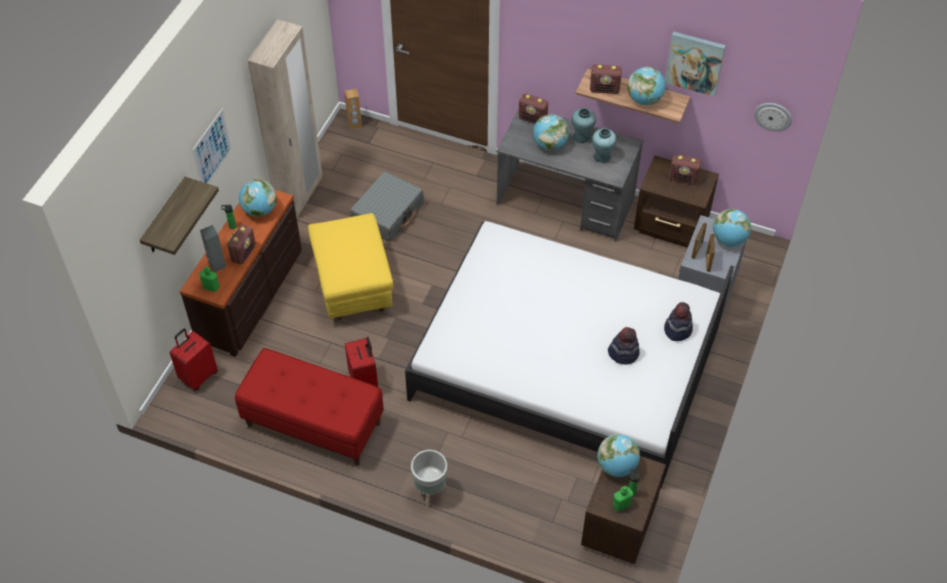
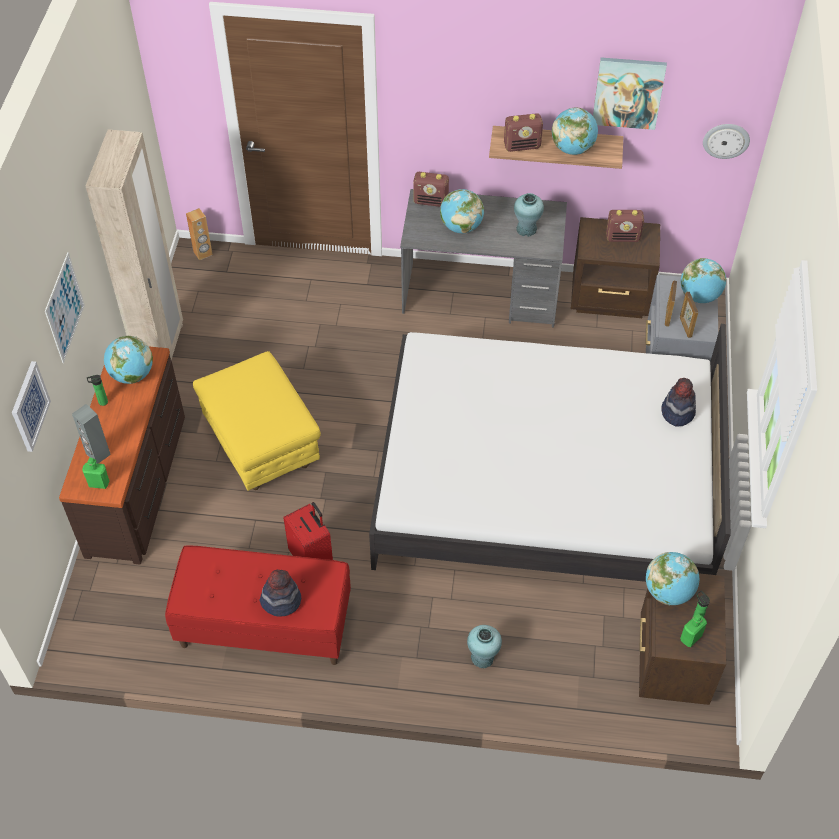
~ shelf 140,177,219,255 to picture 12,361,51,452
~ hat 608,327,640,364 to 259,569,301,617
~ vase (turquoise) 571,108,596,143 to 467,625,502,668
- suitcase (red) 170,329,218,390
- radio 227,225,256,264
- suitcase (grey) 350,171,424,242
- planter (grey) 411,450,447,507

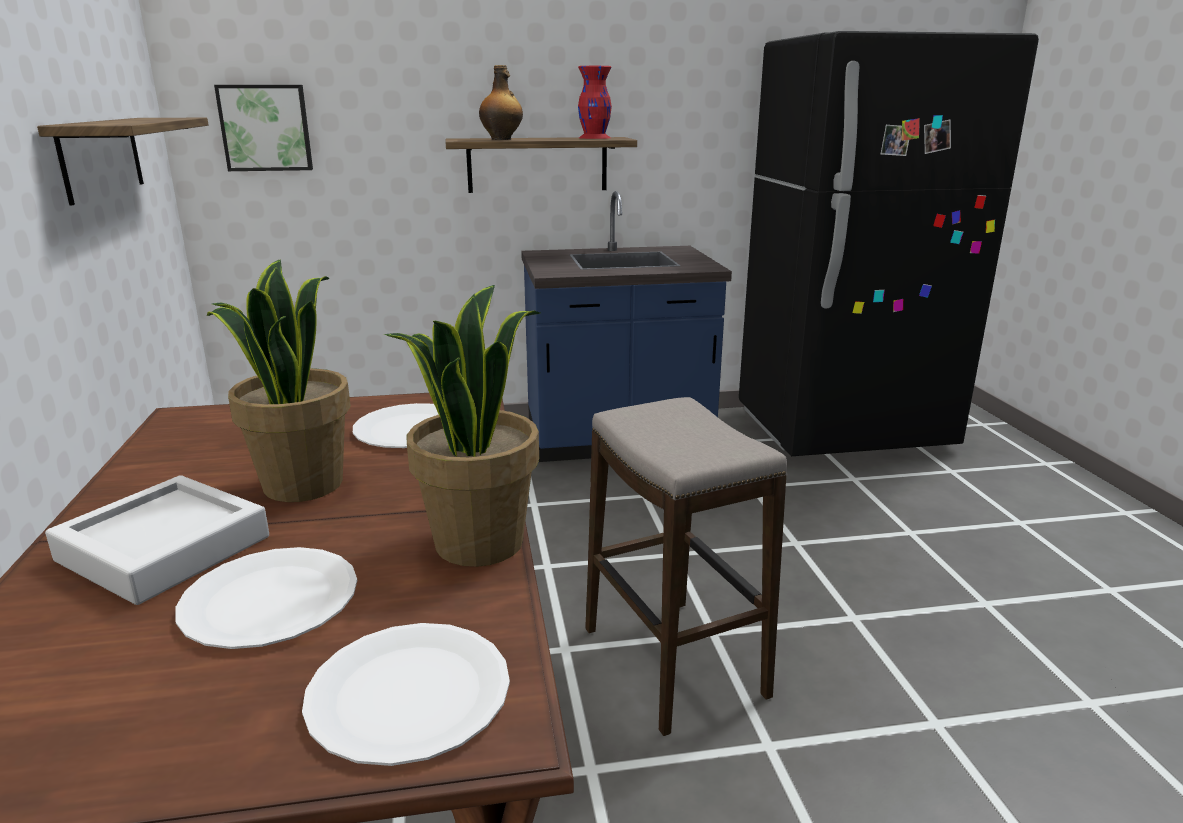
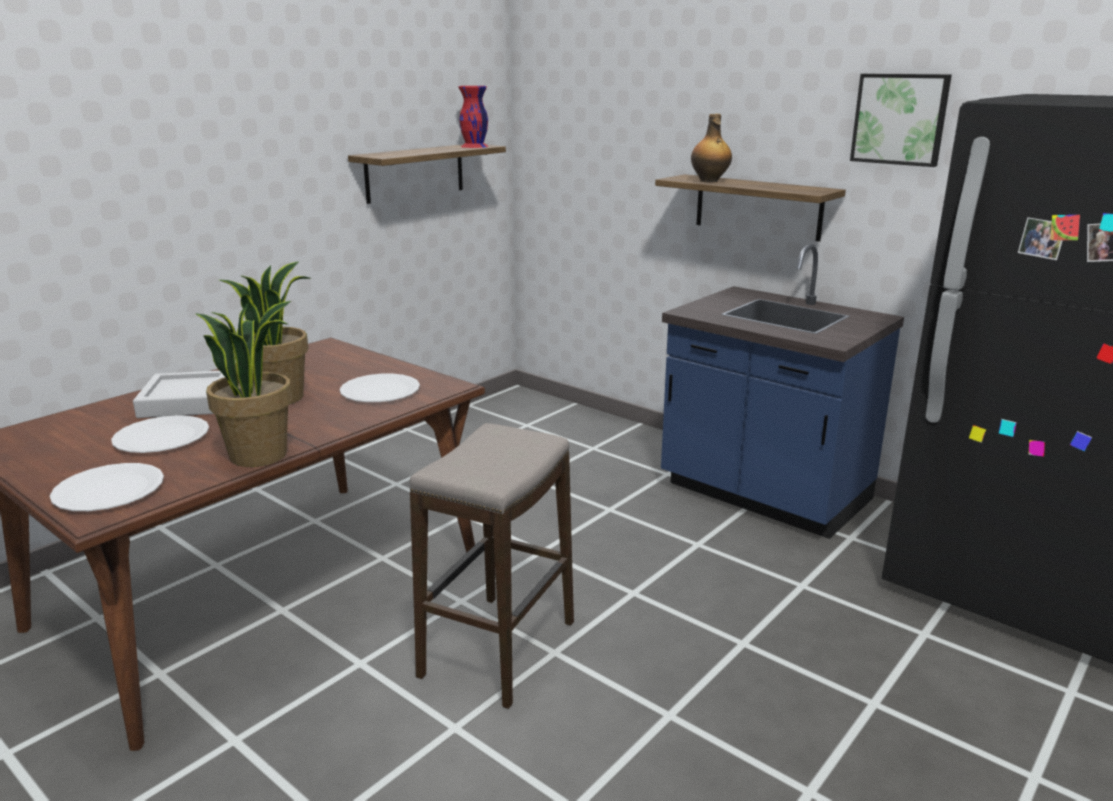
~ vase (red) 578,66,612,139 to 459,86,489,148
~ picture 214,85,313,171 to 850,74,952,167

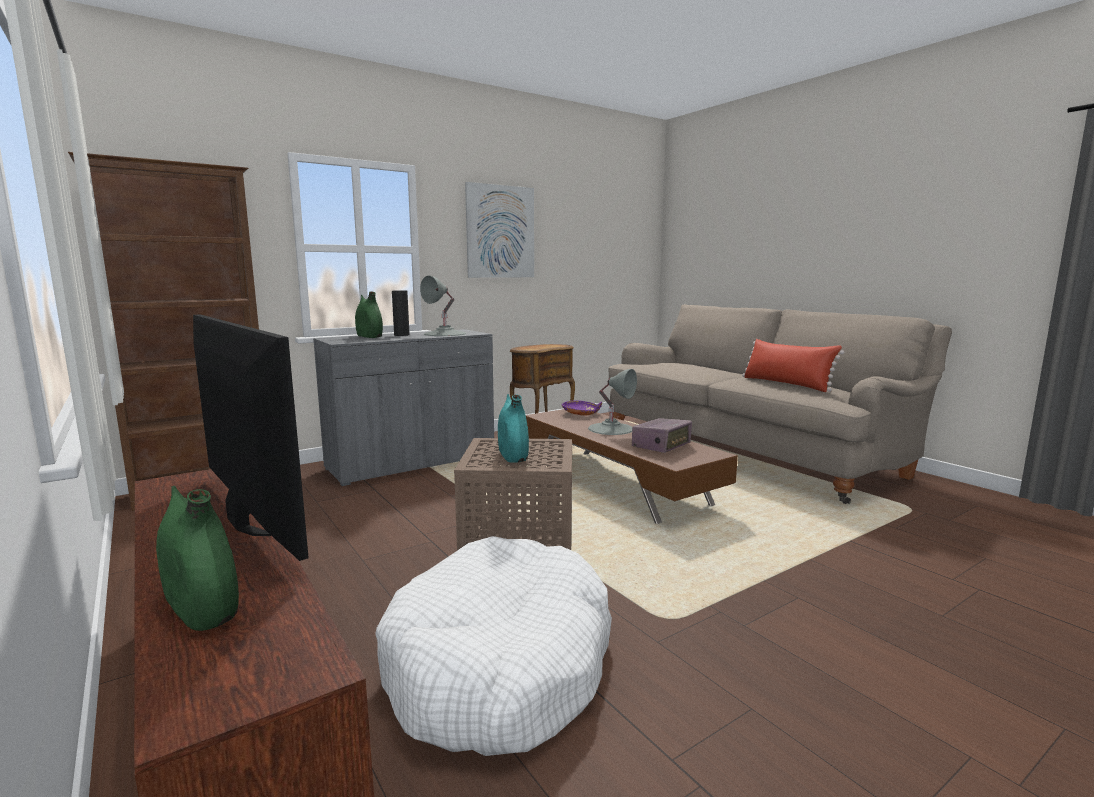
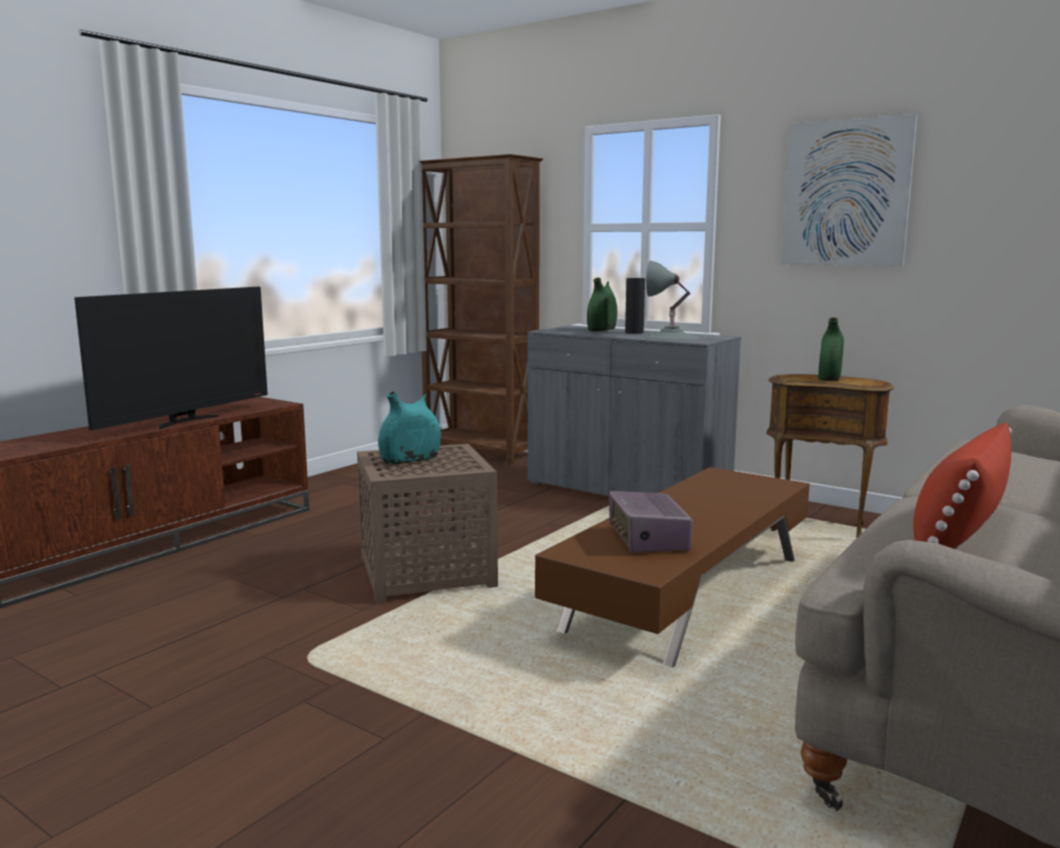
~ radio 632,418,692,453 = 609,491,693,552 60 degrees clockwise
~ vase (green) 156,486,239,631 to 818,317,844,381
- dog bed (white) 375,536,612,756
- bowl (purple) 561,400,602,416
- table lamp (grey) 588,369,637,435

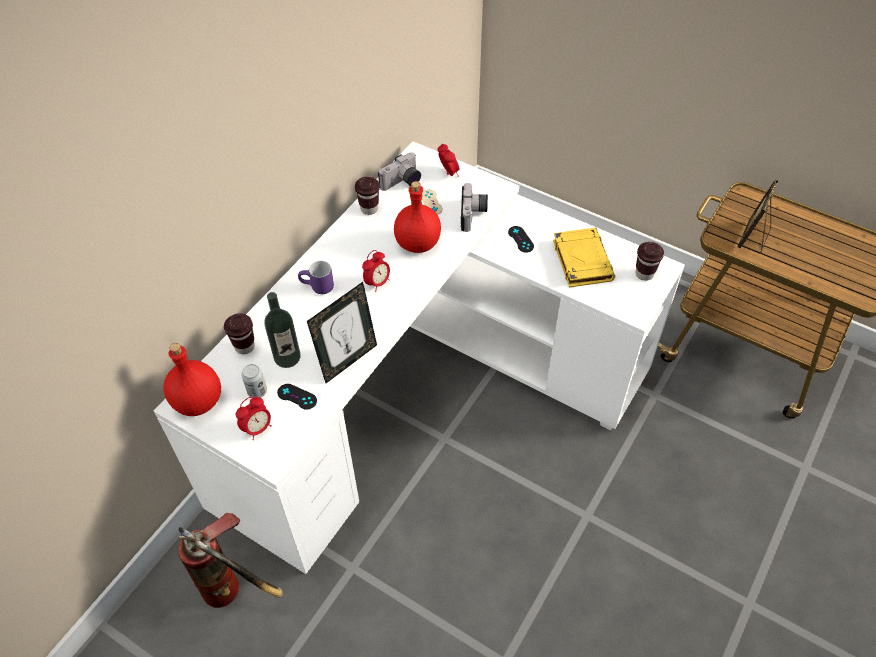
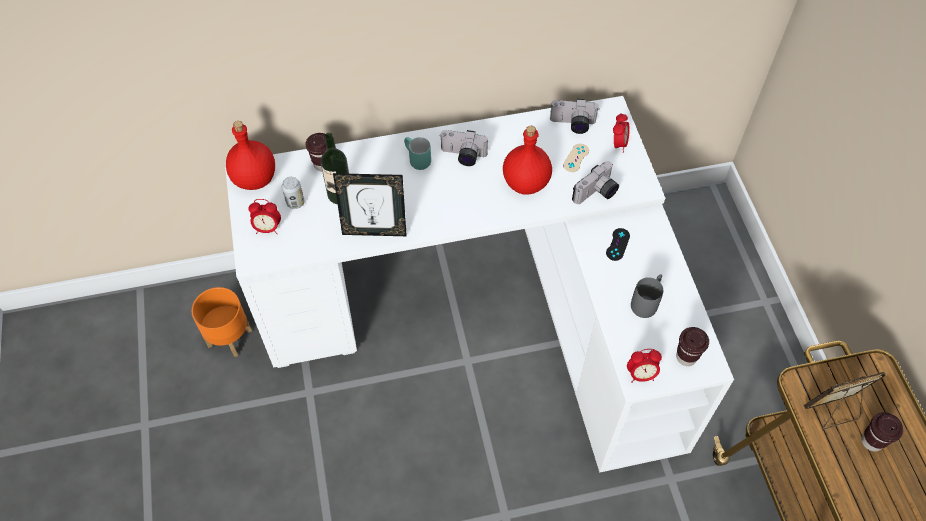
~ fire extinguisher 178,513,283,608 to planter (orange) 192,287,252,357
~ mug (purple) 298,261,334,294 to mug (turquoise) 404,137,431,170
+ photo camera 440,130,489,166
~ alarm clock 362,250,390,292 to 627,349,662,383
~ book (yellow) 553,228,615,287 to mug (grey) 631,274,663,318
~ cup (brown) 355,177,380,215 to 861,412,903,451
- game controller (black) 277,384,317,410

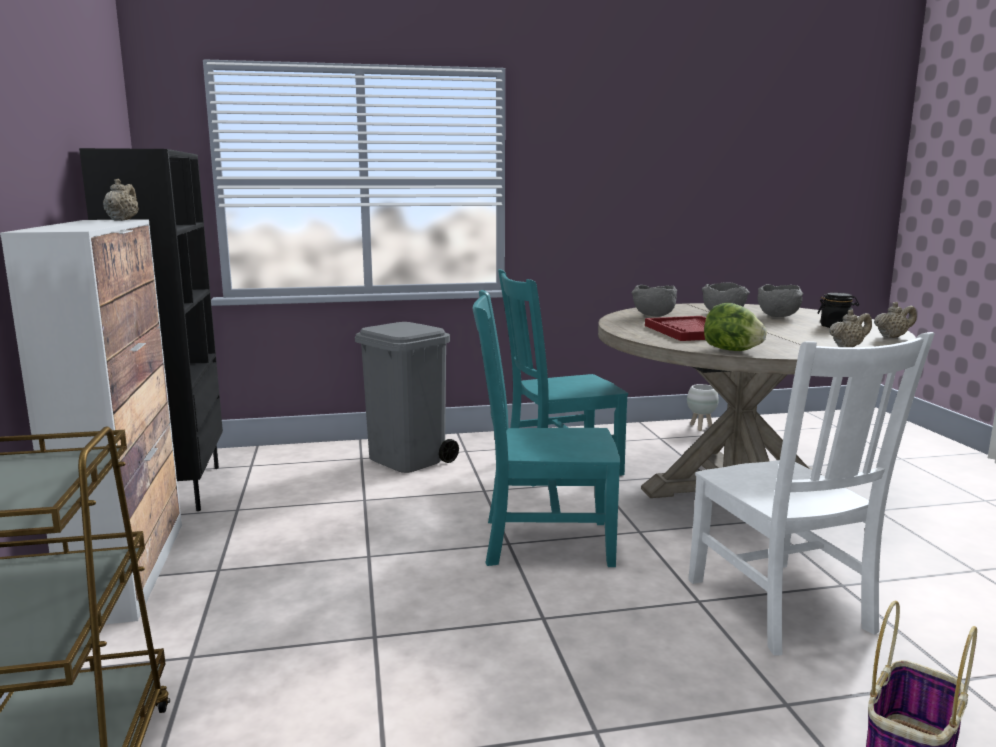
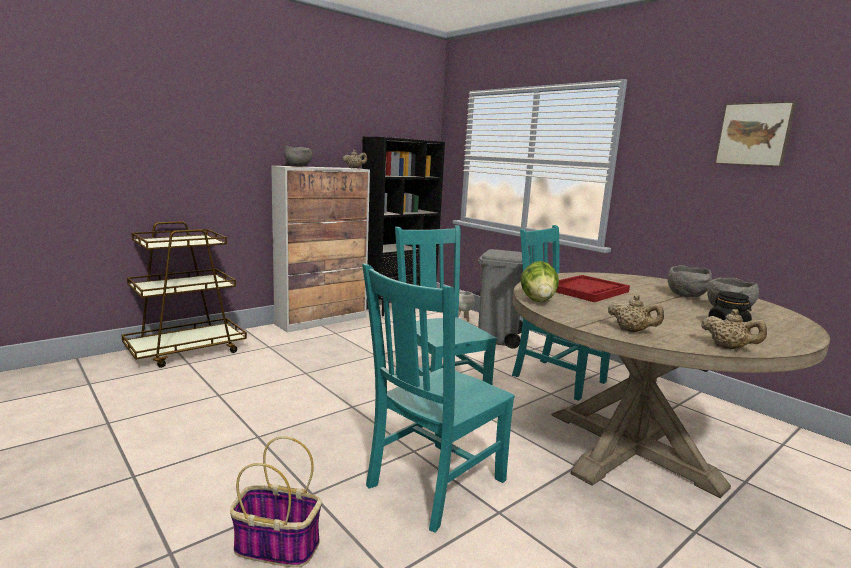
~ bowl (grey) 631,285,677,317 to 284,146,312,167
~ chair (white) 688,332,935,655 to chair (turquoise) 362,264,515,533
~ planter (white) 687,384,719,431 to 458,291,475,322
+ picture 714,101,797,167

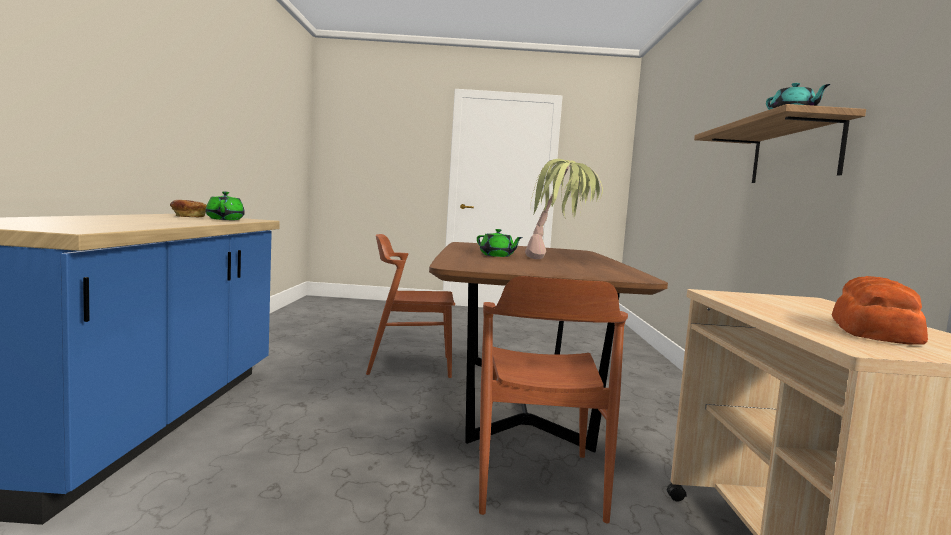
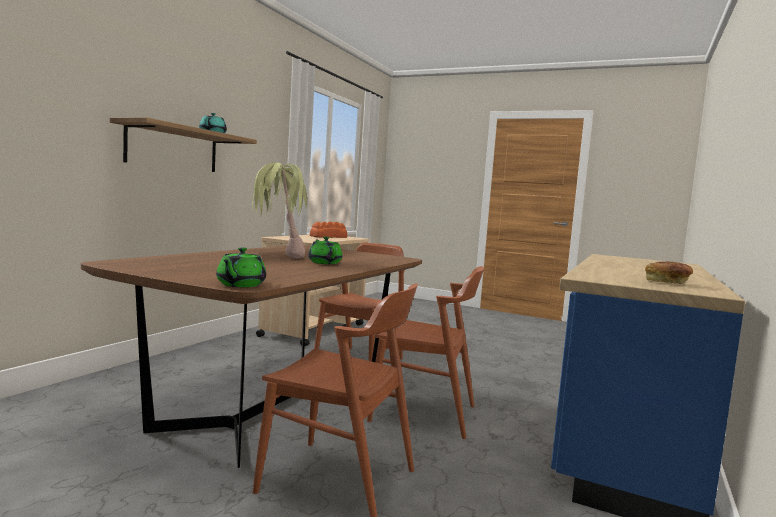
~ teapot (green) 206,192,245,220 to 216,248,266,287
+ chair (brown) 367,266,484,439

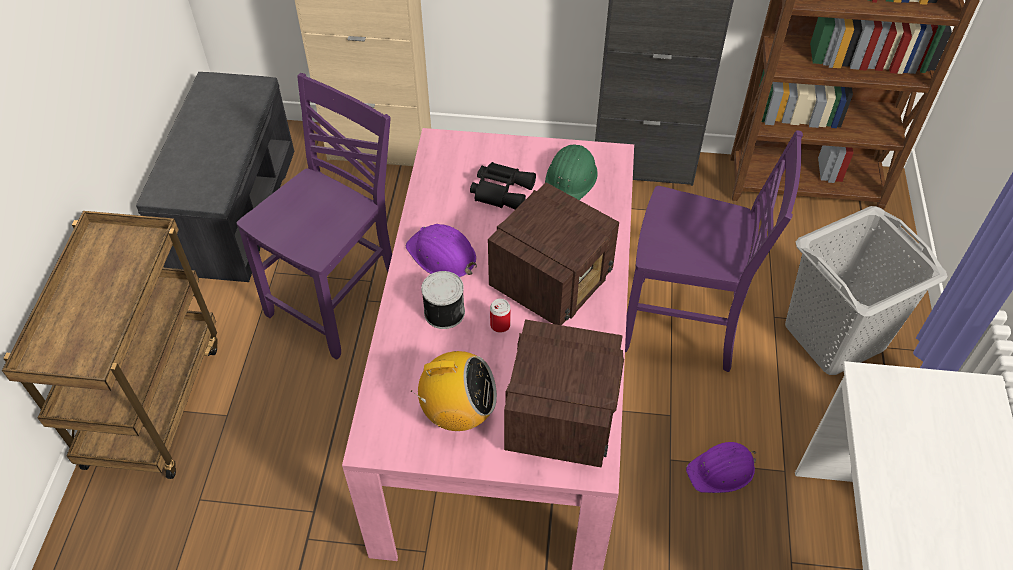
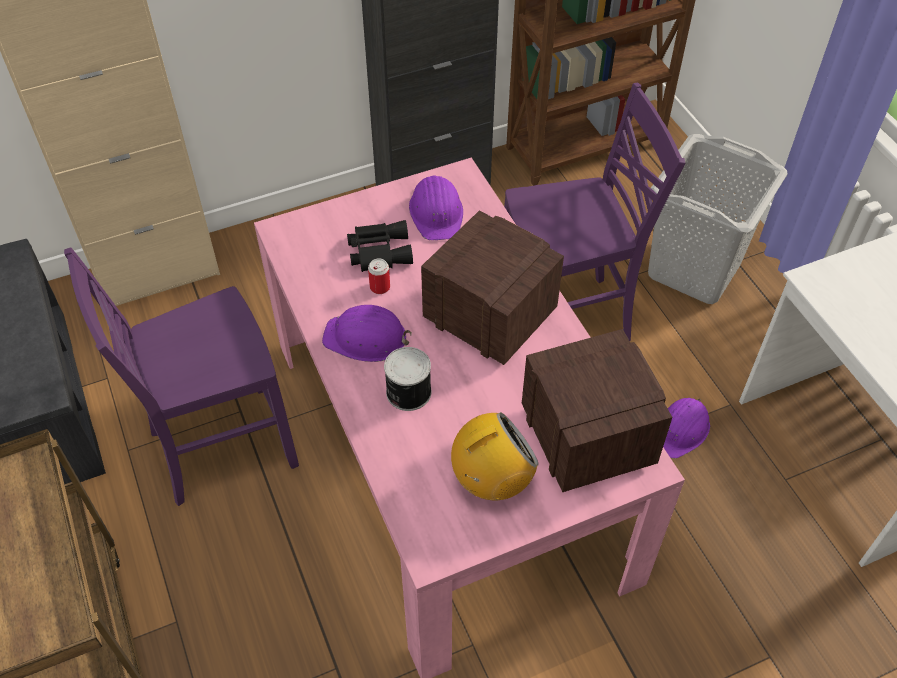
~ chair (purple) 237,73,392,360 = 64,248,299,506 120 degrees counterclockwise
~ can 490,299,511,333 to 368,258,390,294
~ hard hat (green) 545,144,598,200 to hard hat (purple) 409,176,463,240
~ radio 488,182,619,325 = 421,210,564,365 60 degrees counterclockwise

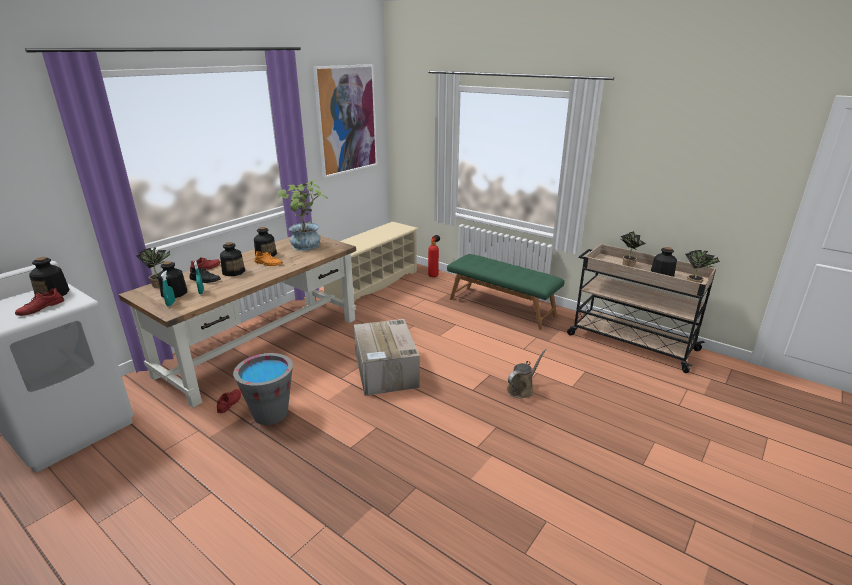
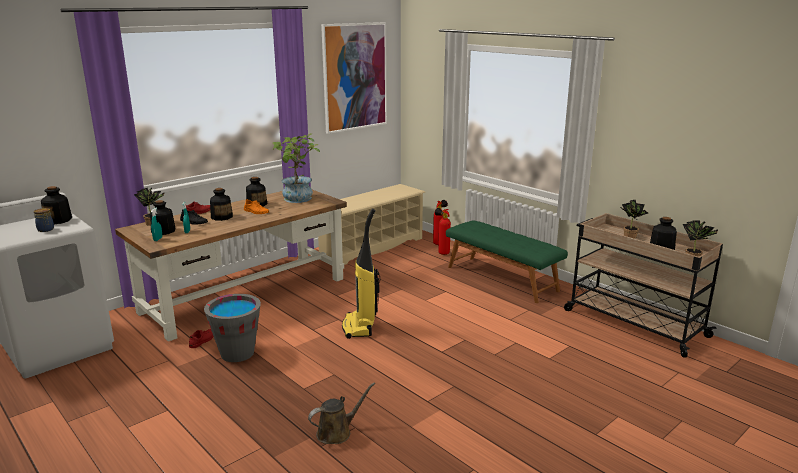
~ shoe (red) 15,288,64,316 to jar 34,208,54,232
~ watering can (brown) 507,349,547,398 to 308,383,375,444
~ cardboard box 354,319,420,396 to vacuum cleaner 342,209,380,339
+ fire extinguisher 435,208,451,255

